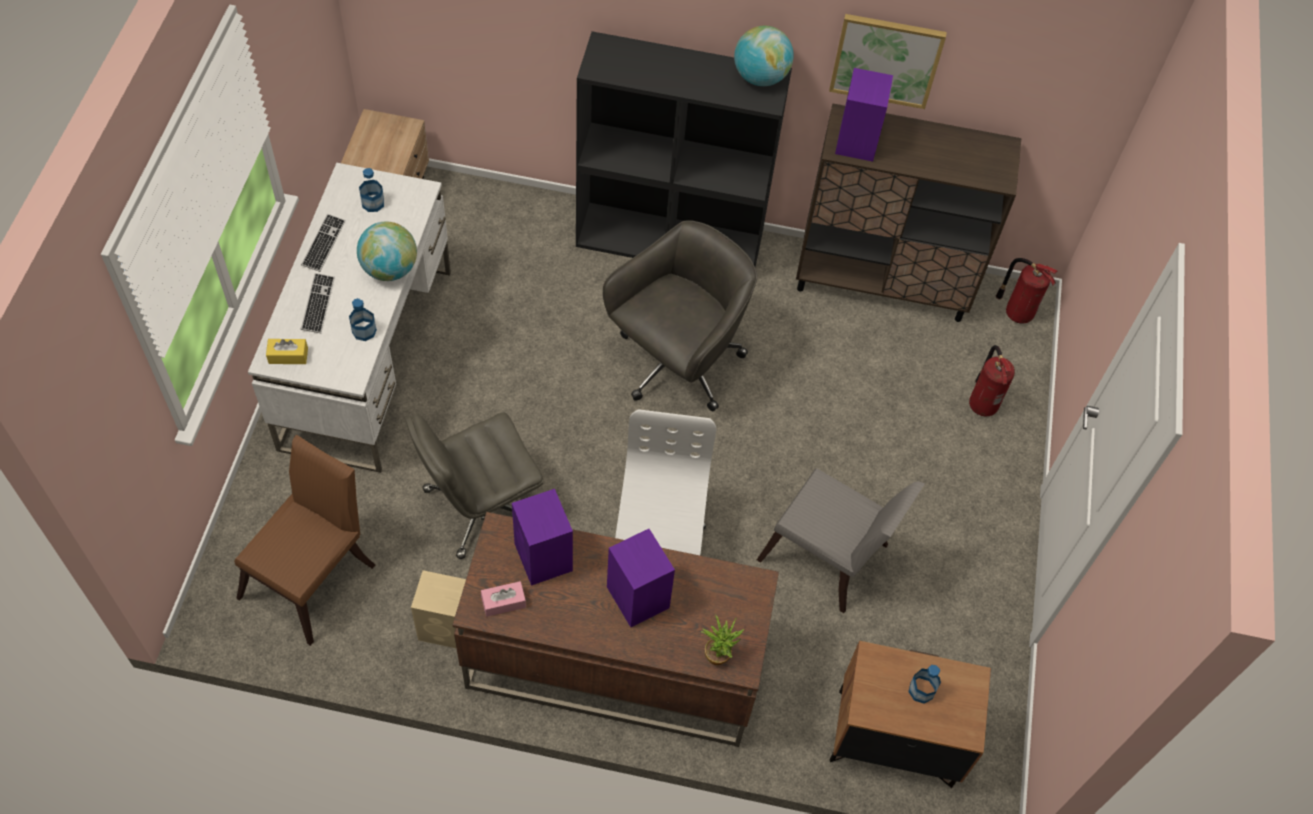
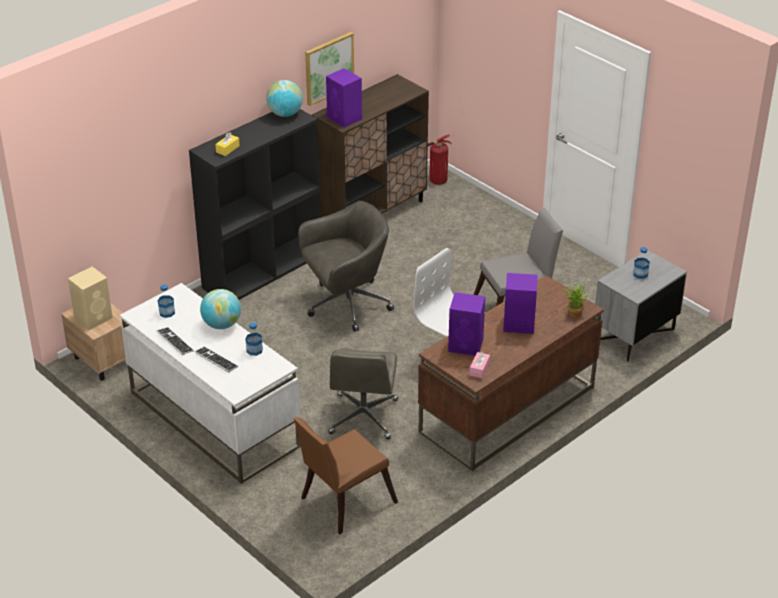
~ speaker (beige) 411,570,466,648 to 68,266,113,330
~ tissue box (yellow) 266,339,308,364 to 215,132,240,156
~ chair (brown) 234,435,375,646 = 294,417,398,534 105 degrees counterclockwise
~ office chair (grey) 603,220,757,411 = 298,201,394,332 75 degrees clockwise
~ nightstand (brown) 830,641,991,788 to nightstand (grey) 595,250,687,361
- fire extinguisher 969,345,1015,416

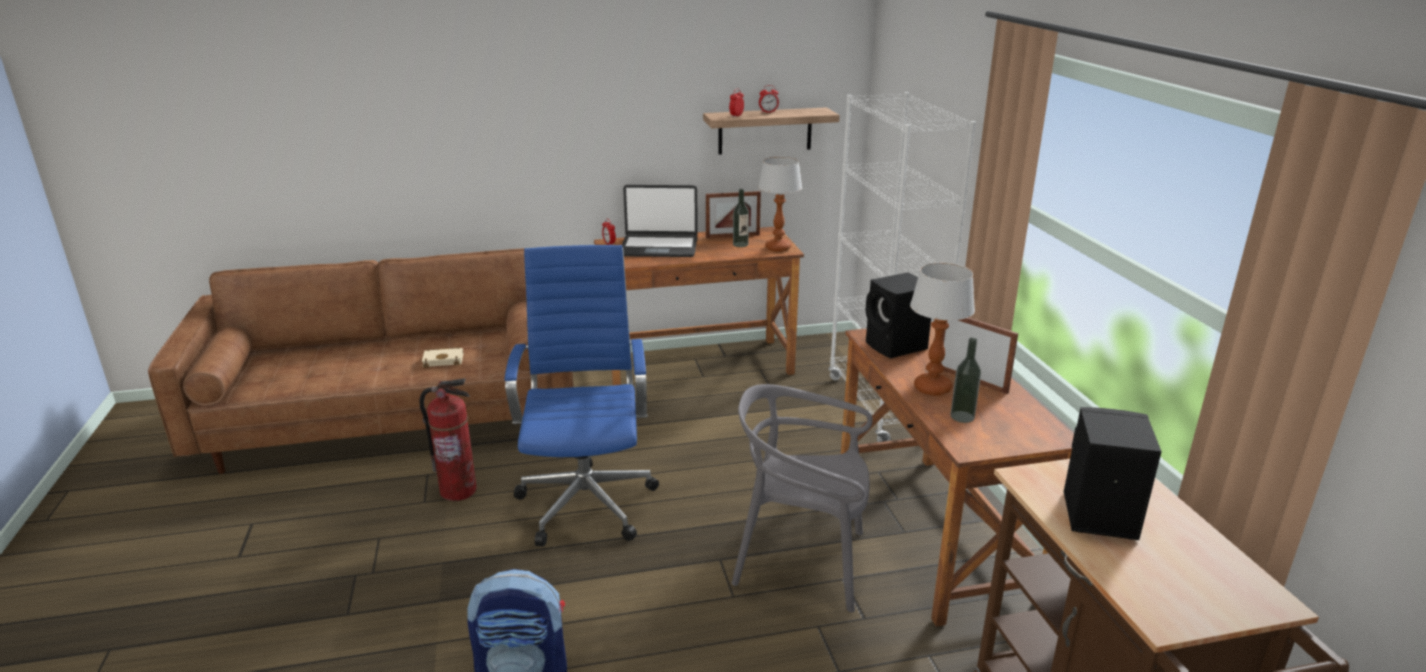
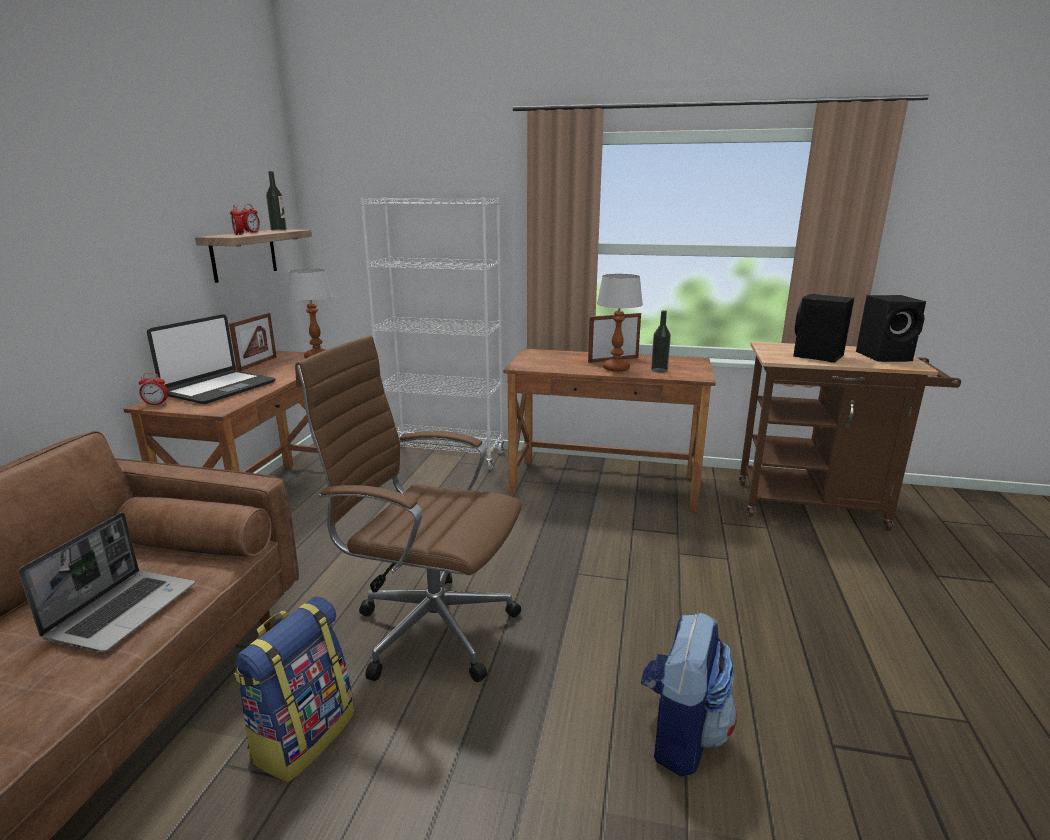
~ book (beige) 422,346,463,368 to laptop 18,512,195,652
~ fire extinguisher 419,379,477,501 to backpack 234,597,354,782
~ bottle 733,189,749,247 to 266,171,287,231
~ office chair (blue) 505,245,659,546 to office chair (brown) 295,336,521,682
~ speaker (black) 865,272,931,358 to 856,295,926,362
- chair (grey) 732,384,873,612

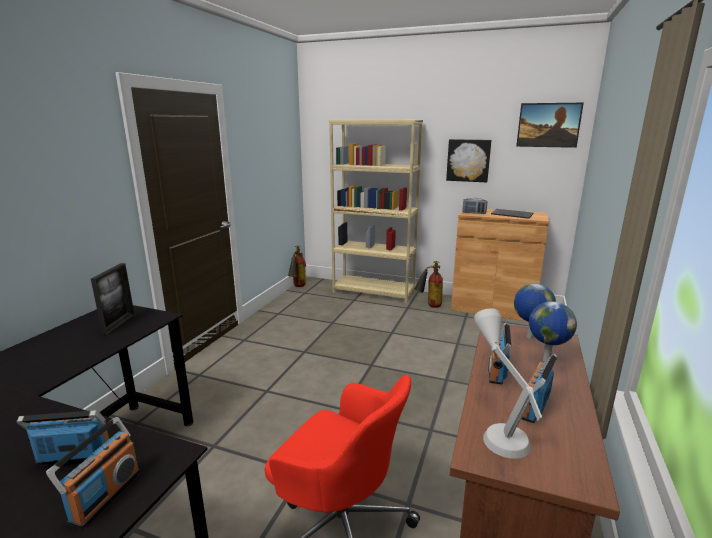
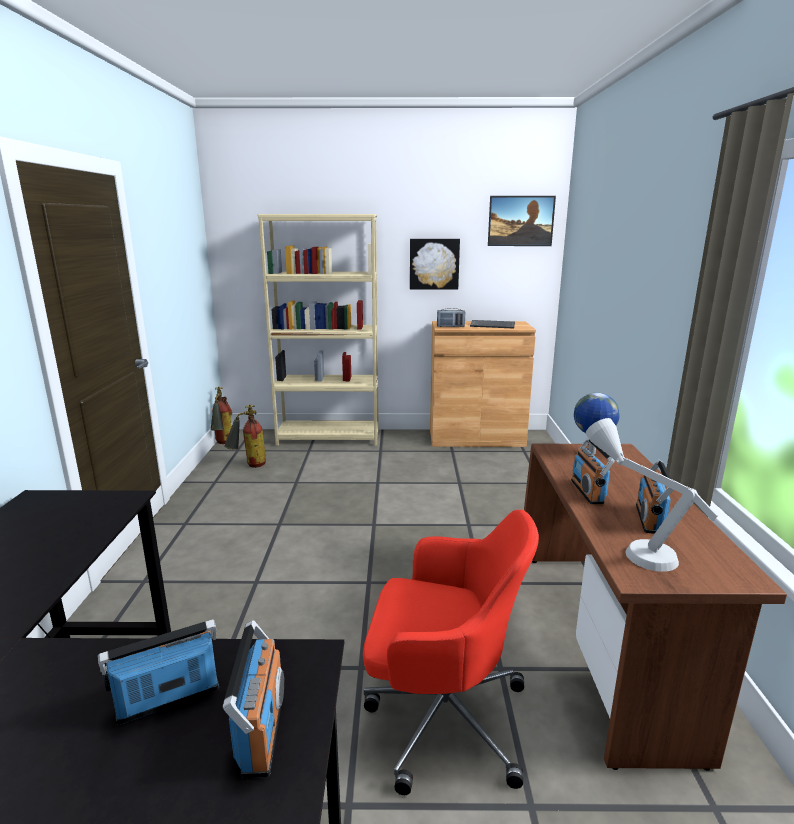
~ fire extinguisher 414,261,443,308 to 224,405,266,468
- picture frame 91,263,135,335
- globe 529,301,577,361

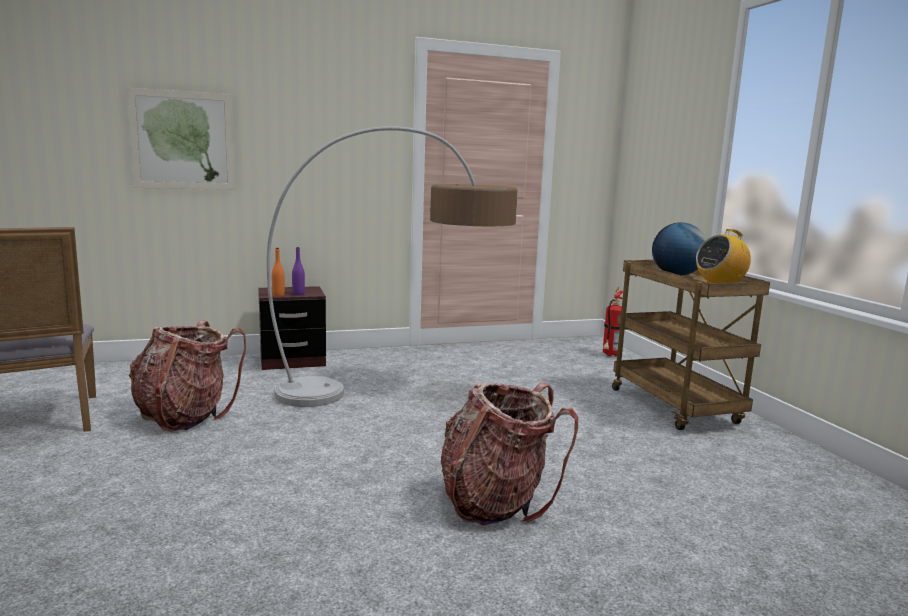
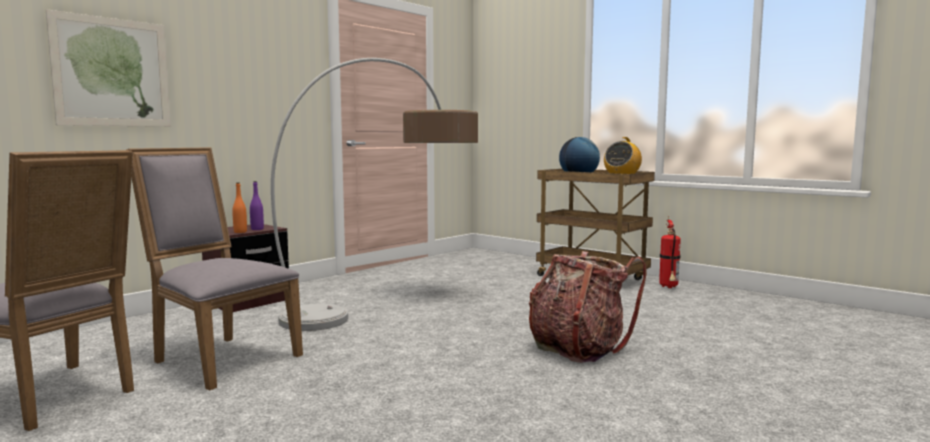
~ backpack 129,320,246,432 to chair (grey) 126,147,303,390
~ fire extinguisher 603,287,623,356 to 659,217,681,288

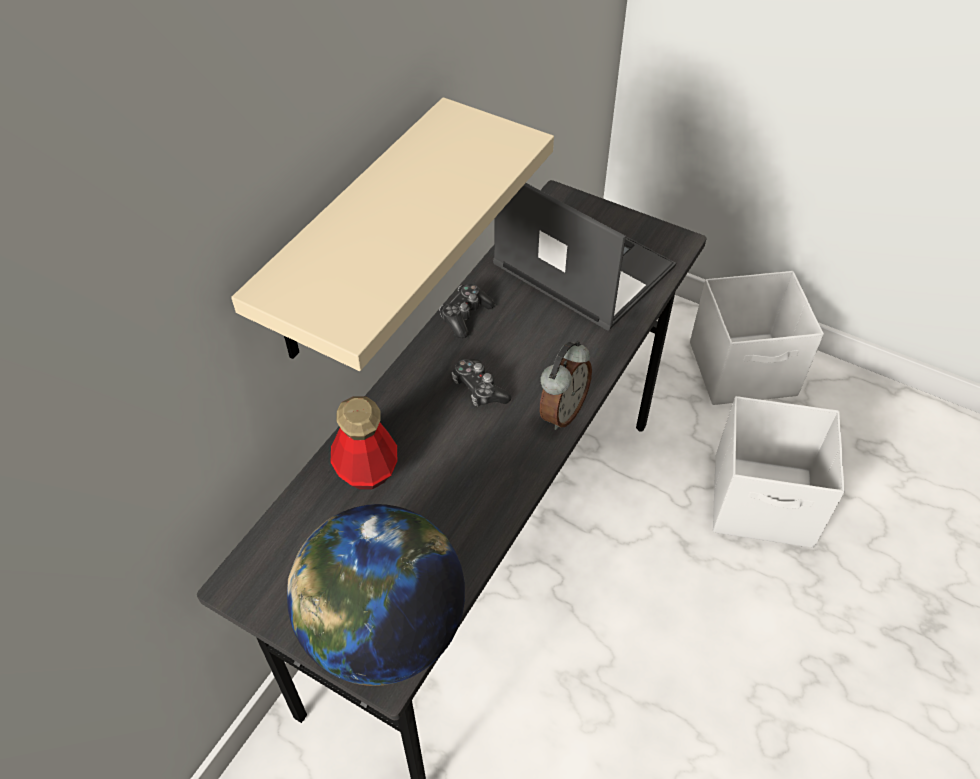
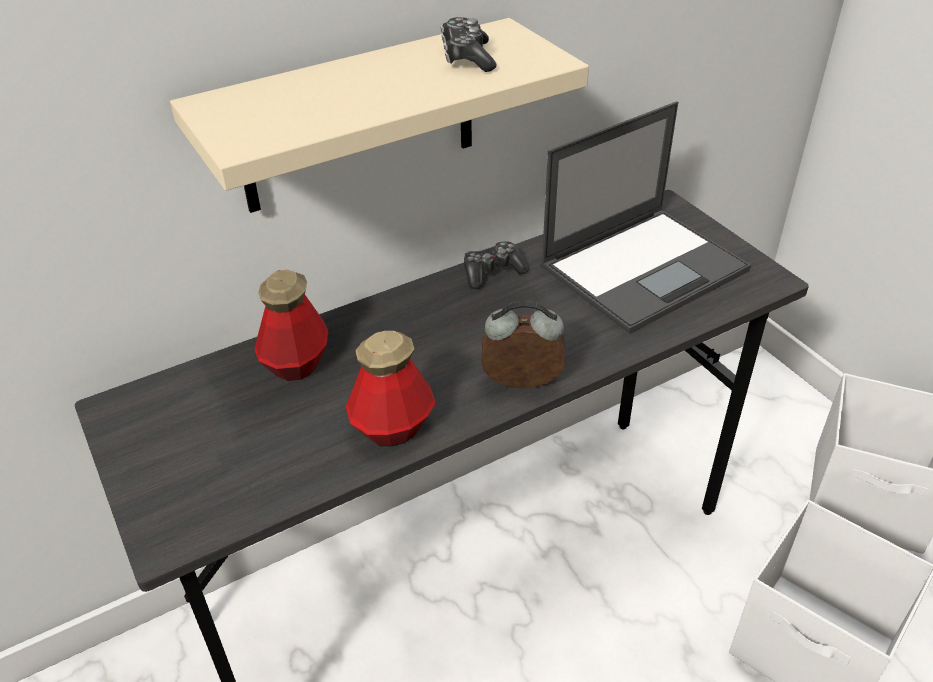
+ bottle 346,331,436,446
~ game controller 452,359,512,407 to 440,17,496,72
~ alarm clock 539,341,592,430 = 481,301,566,388 150 degrees counterclockwise
~ laptop 493,183,676,331 = 540,102,751,334 75 degrees clockwise
- globe 287,504,465,686

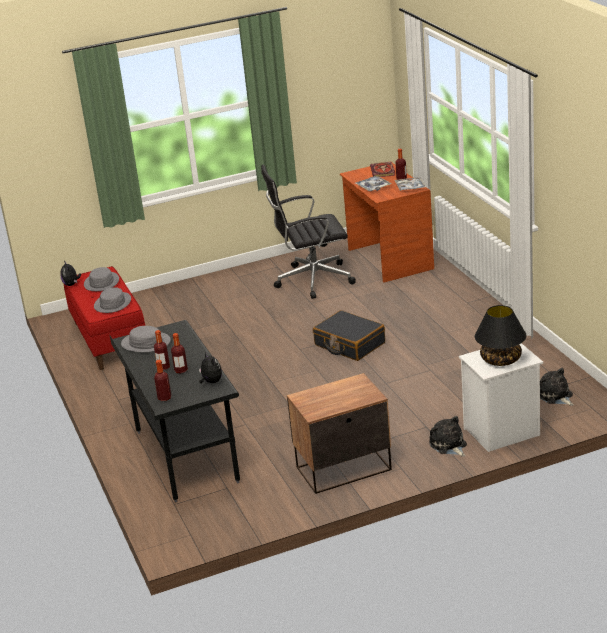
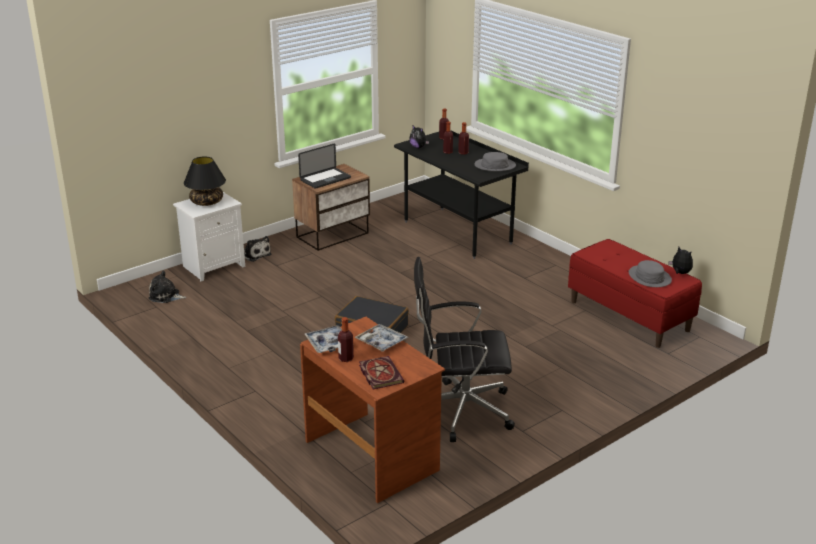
~ plush toy 540,368,574,406 = 148,270,187,303 150 degrees clockwise
+ laptop 298,143,351,189
~ office chair (black) 261,165,356,299 = 414,257,515,442 150 degrees counterclockwise
- hat (grey) 94,287,131,313

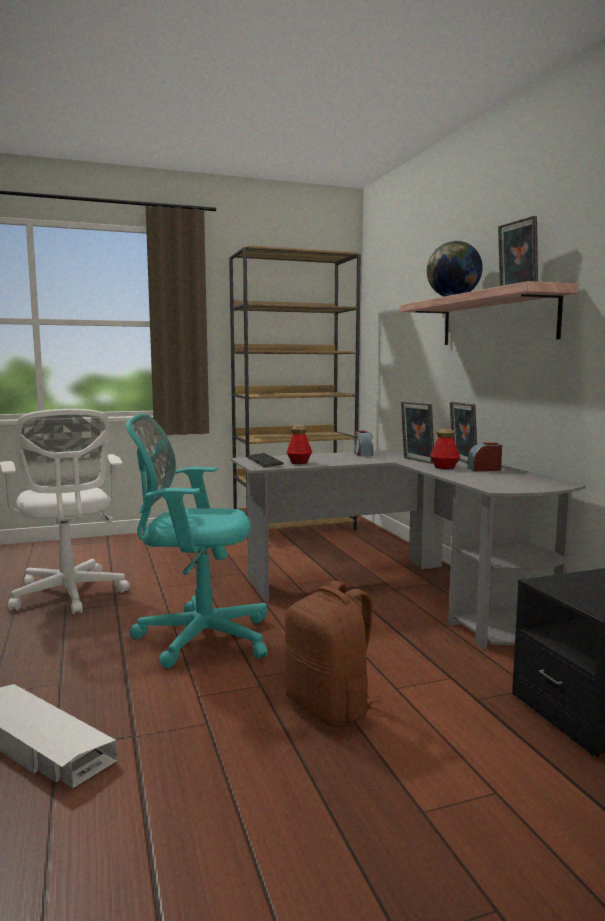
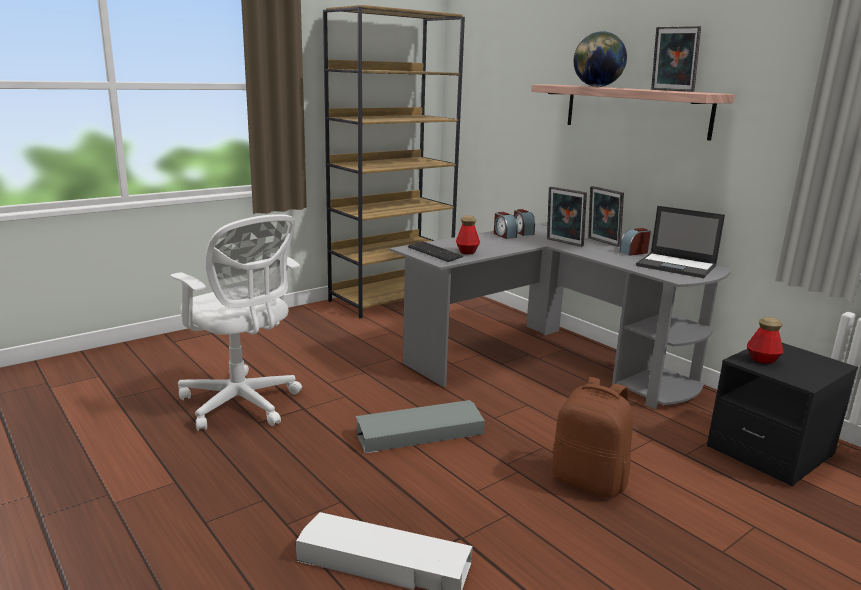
~ office chair (turquoise) 126,414,268,668 to storage box (grey) 355,400,485,453
+ alarm clock 514,209,535,236
+ laptop 636,206,725,278
~ bottle 430,428,460,469 to 747,317,783,364

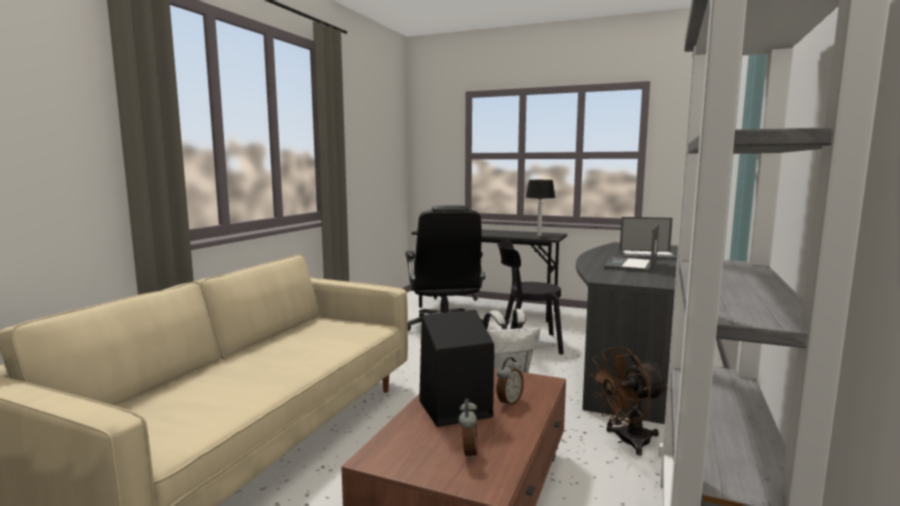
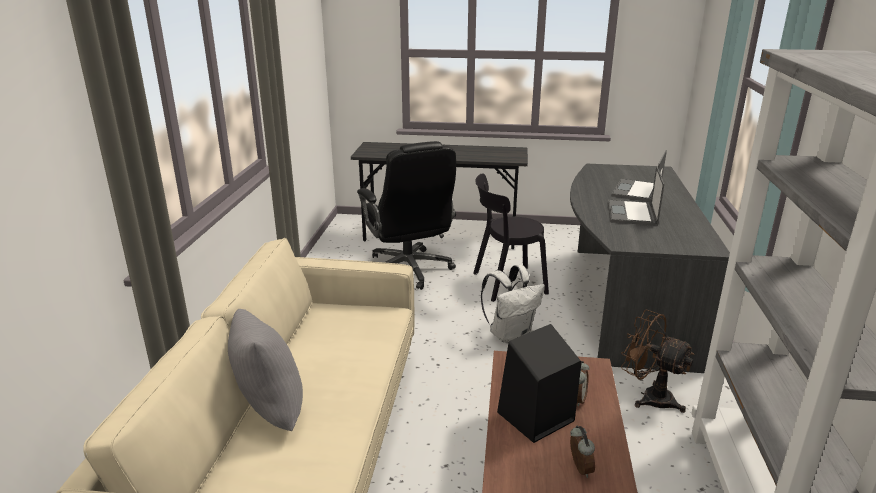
+ pillow (grey) 228,309,303,431
~ laptop 619,217,677,260 = 611,150,667,202 120 degrees clockwise
~ fan (brown) 588,347,668,456 = 621,309,694,413 75 degrees clockwise
- table lamp 526,180,555,236

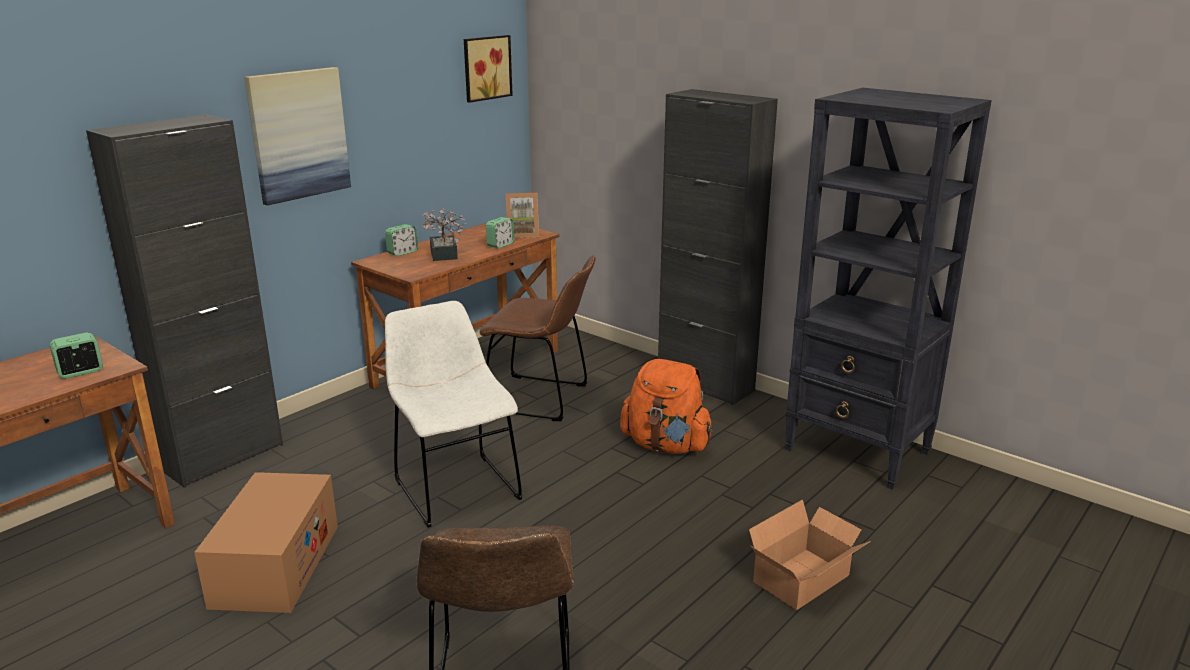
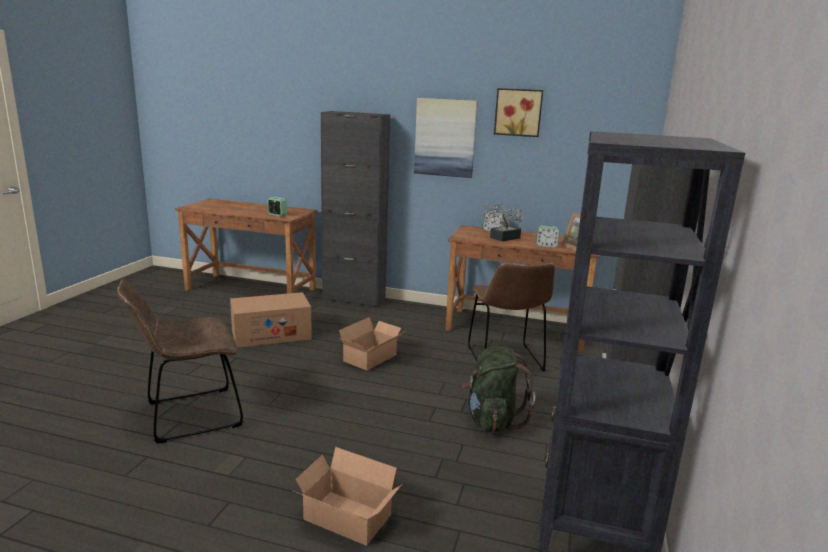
~ chair (white) 385,301,522,528 to cardboard box 339,317,406,371
~ backpack (orange) 620,359,713,454 to backpack (green) 462,346,535,433
~ picture 464,35,513,103 to 494,88,543,137

